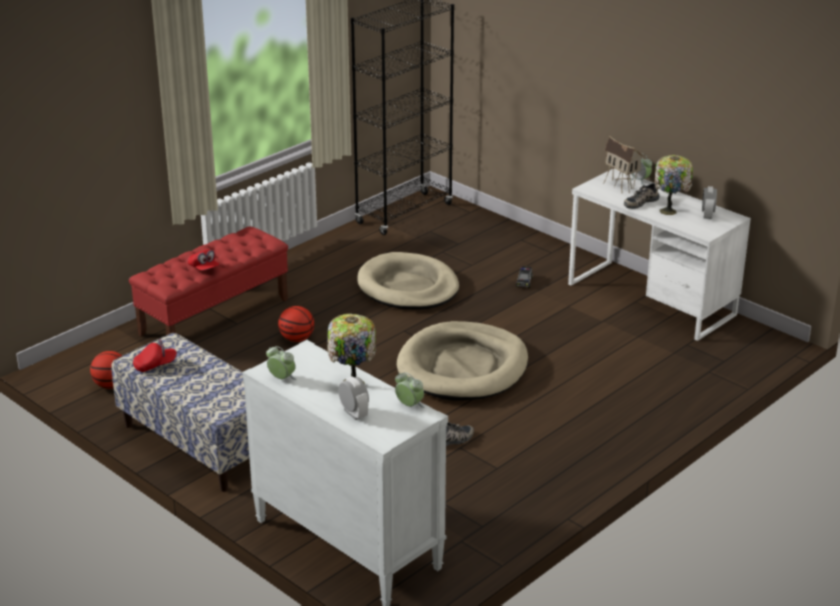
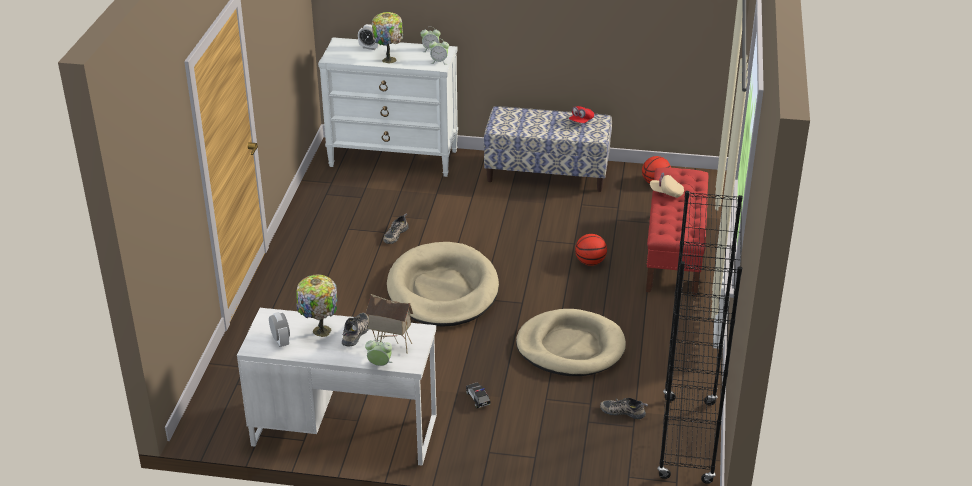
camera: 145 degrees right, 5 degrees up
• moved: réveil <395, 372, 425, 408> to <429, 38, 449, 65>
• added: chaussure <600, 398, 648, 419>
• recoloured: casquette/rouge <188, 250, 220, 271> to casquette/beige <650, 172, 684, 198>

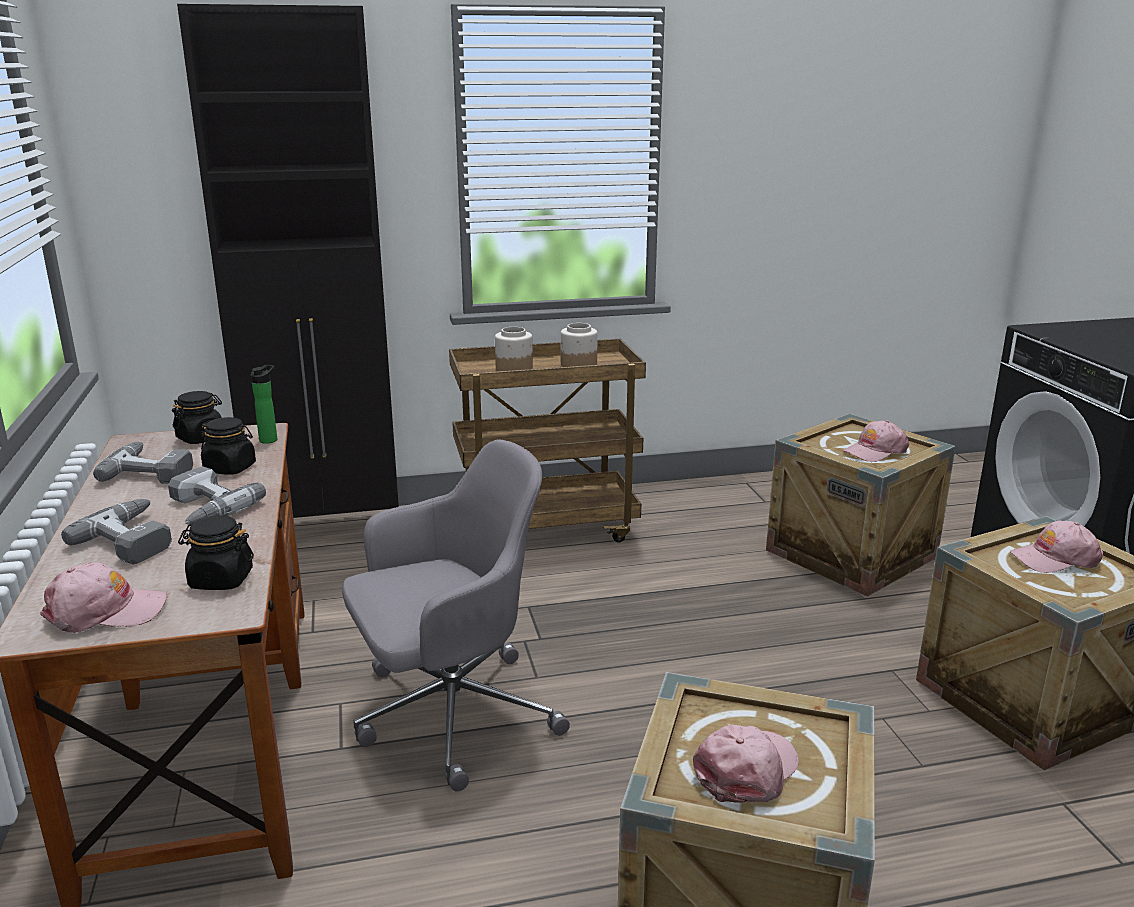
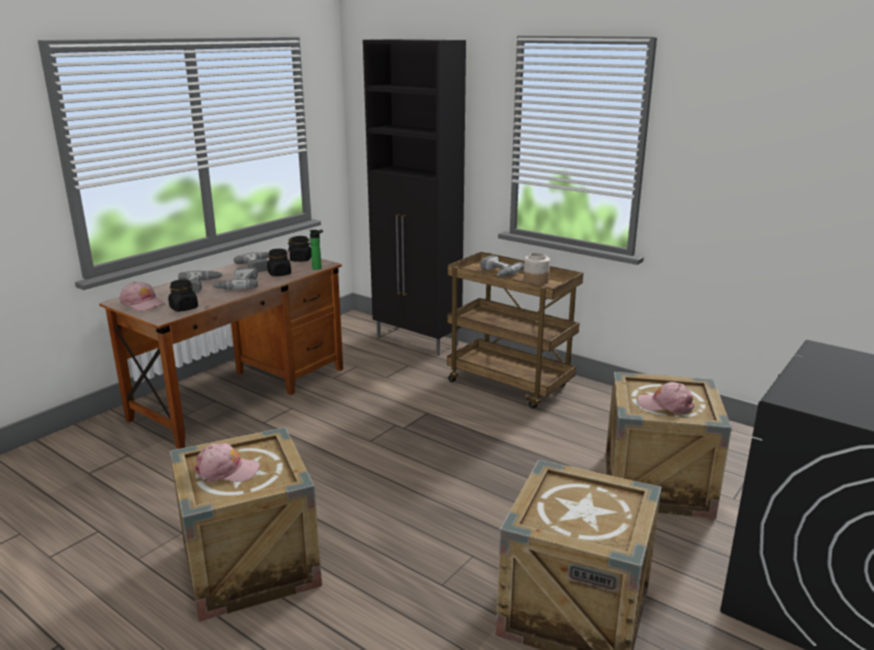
camera: 50 degrees right, 0 degrees up
• replaced: bocal <495, 327, 533, 371> to perceuse <481, 255, 524, 277>
• removed: chaise de bureau/gris <342, 439, 570, 792>
• removed: casquette/rose <1010, 521, 1103, 573>

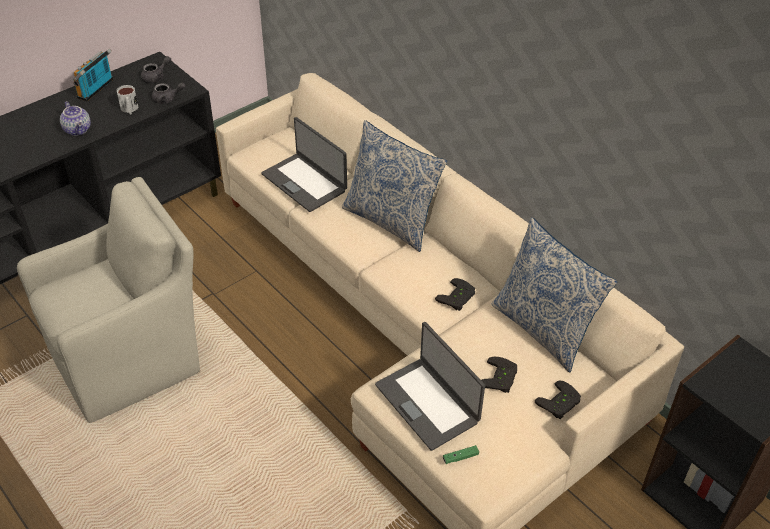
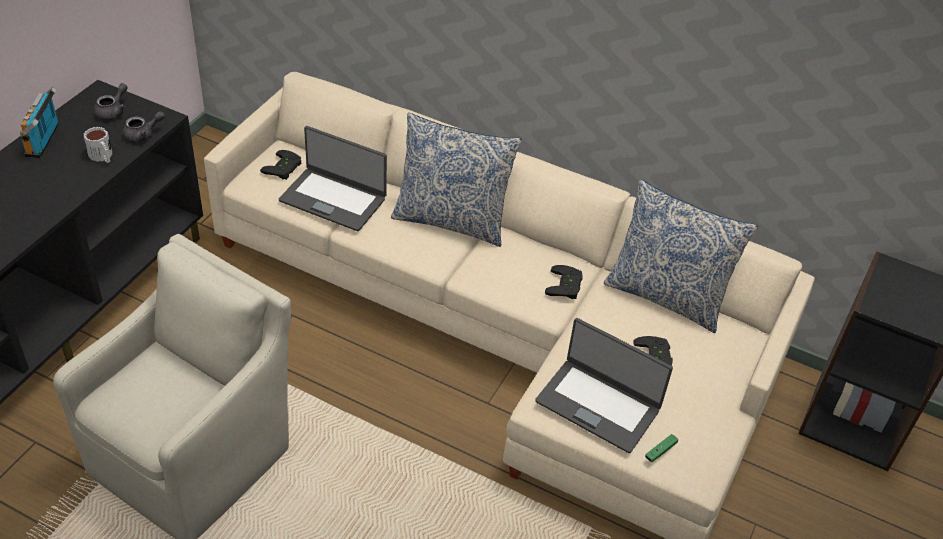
camera: 25 degrees left, 0 degrees up
• moved: manette/noir <535, 380, 581, 419> to <260, 150, 301, 180>
• removed: théière <60, 101, 91, 136>

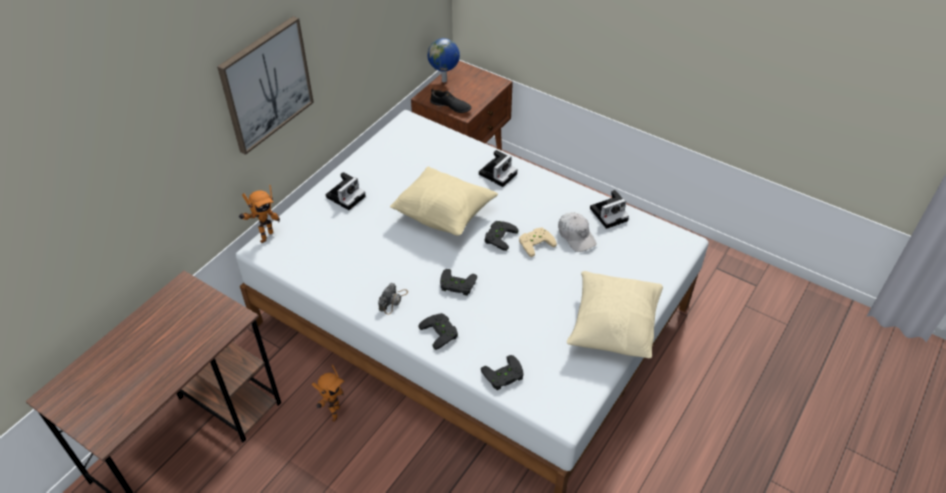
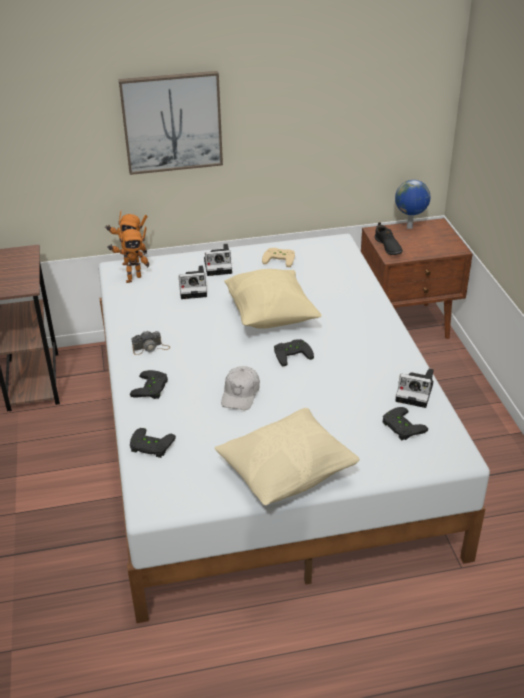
camera: 45 degrees right, 10 degrees down
• moved: robot jouet <312, 364, 345, 422> to <107, 227, 149, 283>
• moved: appareil photo <479, 150, 517, 187> to <179, 265, 207, 299>
• moved: casquette/blanc <558, 212, 597, 252> to <221, 366, 260, 410>
• moved: manette/beige <519, 227, 557, 257> to <262, 248, 295, 267>
• moved: manette/noir <440, 269, 477, 296> to <382, 407, 428, 440>

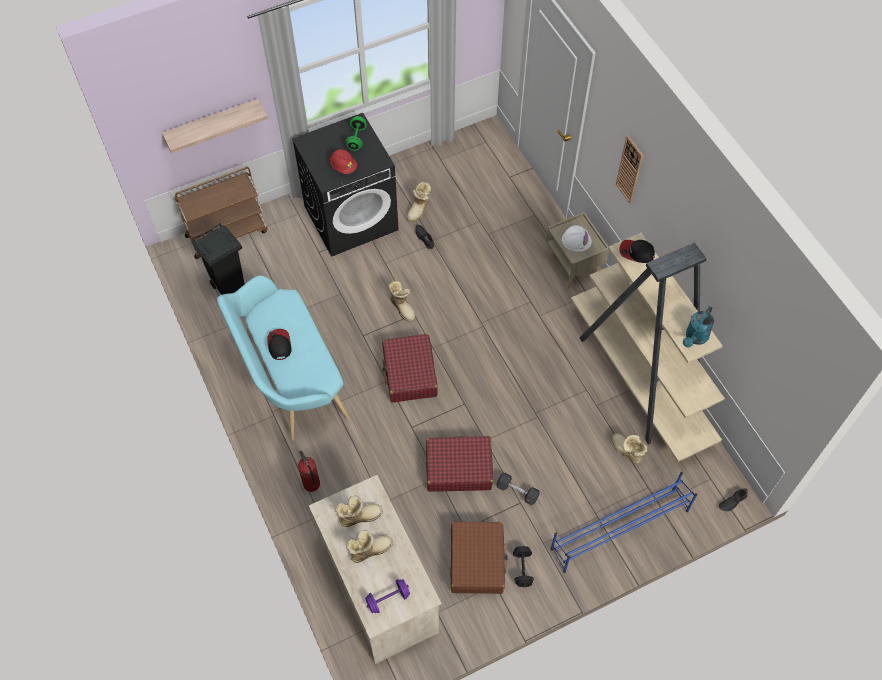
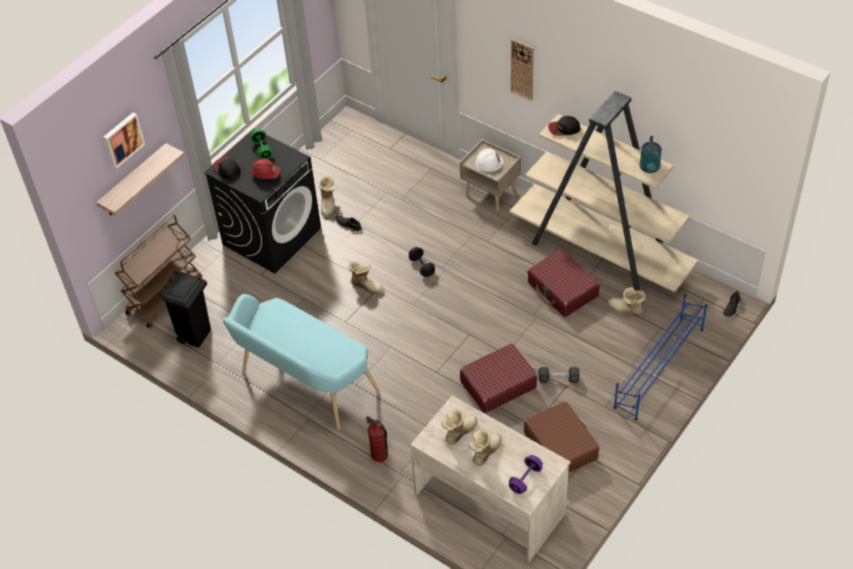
camera: 25 degrees left, 10 degrees down
• added: tableau <104, 113, 145, 169>
• moved: casquette <267, 329, 292, 360> to <213, 157, 241, 180>
• moved: haltère/noir <513, 546, 534, 587> to <409, 247, 435, 277>
• moved: valise/rouge <382, 334, 438, 403> to <527, 249, 600, 317>

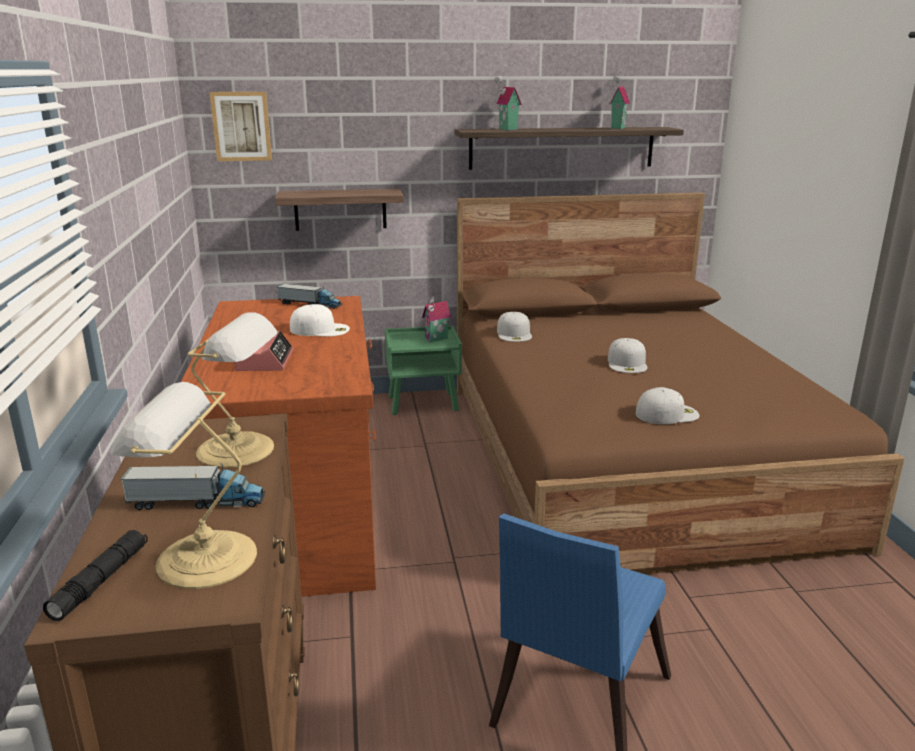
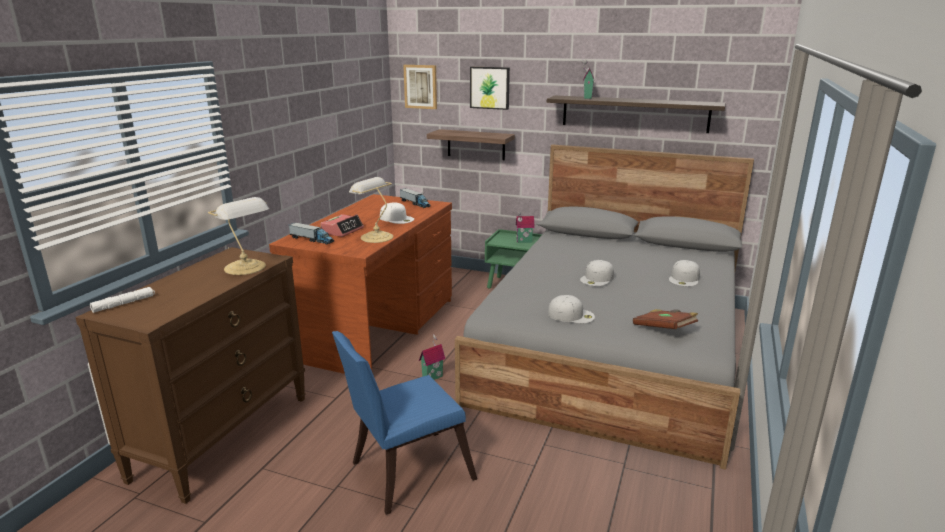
camera: 30 degrees right, 0 degrees up
• recoloured: lampe de poche/noir <43, 530, 148, 621> to lampe de poche/blanc <90, 287, 155, 313>
• moved: camion jouet <121, 463, 265, 510> to <289, 223, 334, 245>
• moved: lampe de table <110, 382, 257, 589> to <349, 177, 393, 243>
• moved: maison miniature <610, 75, 630, 129> to <419, 335, 445, 380>
• recoloured: lit/marron <457, 193, 904, 574> to lit/gris <455, 145, 754, 470>
• added: tableau <470, 67, 510, 110>
• added: livre/marron <633, 309, 698, 329>
• moved: casquette/blanc <497, 312, 532, 342> to <669, 260, 700, 287>

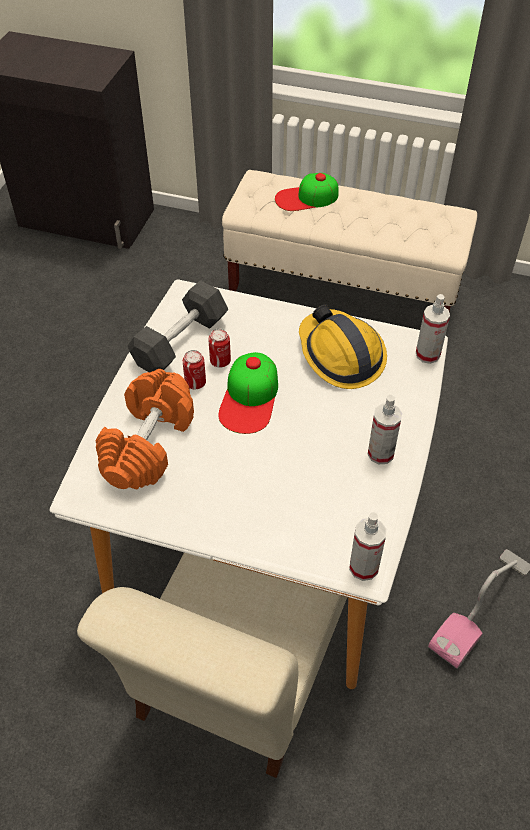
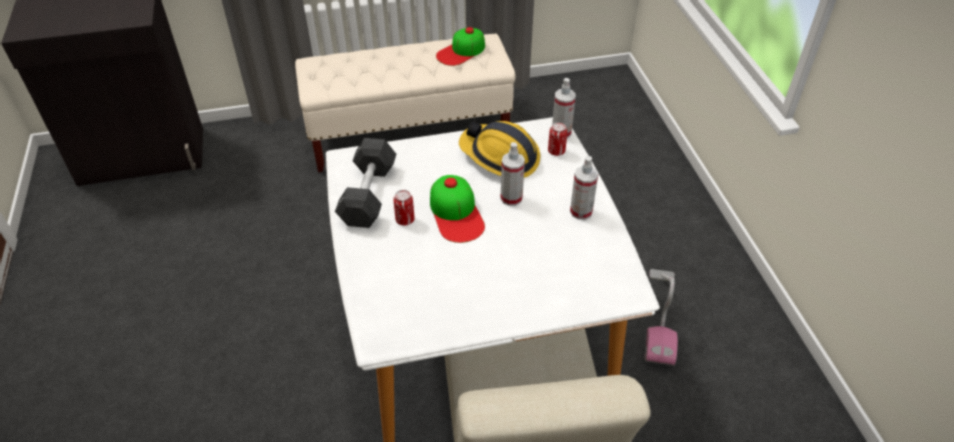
camera: 30 degrees left, 5 degrees down
• moved: casquette <275, 173, 338, 211> to <436, 27, 485, 66>
• moved: vaporisateur <349, 512, 386, 581> to <501, 142, 525, 206>
• moved: boîte métallique <208, 329, 231, 368> to <548, 122, 567, 156>
• removed: haltère/orange <96, 369, 194, 490>

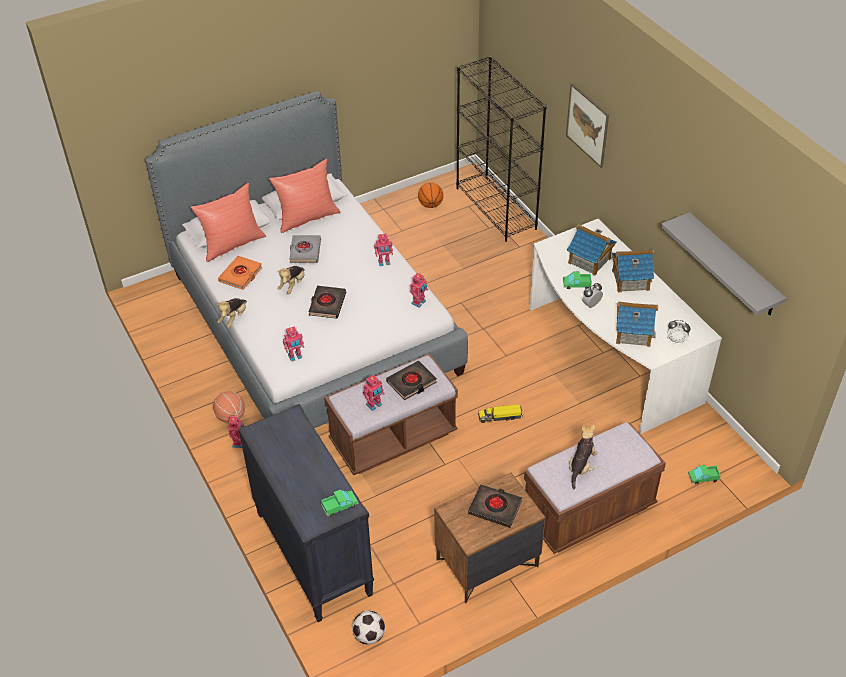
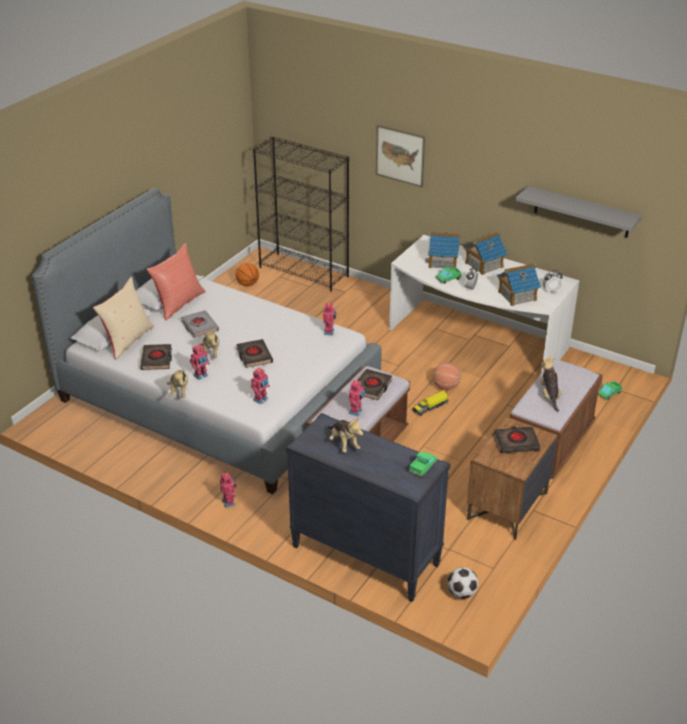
camera: 30 degrees left, 10 degrees down
• recoloured: coussin/rouge <190, 183, 266, 262> to coussin/beige <93, 277, 155, 360>
• recoloured: livre/orange <218, 256, 262, 290> to livre/noir <140, 344, 172, 370>
• moved: robot jouet <374, 233, 393, 266> to <190, 344, 210, 380>
• added: peluche <328, 418, 363, 452>
• moved: ballon de basket <213, 391, 245, 423> to <433, 362, 460, 390>

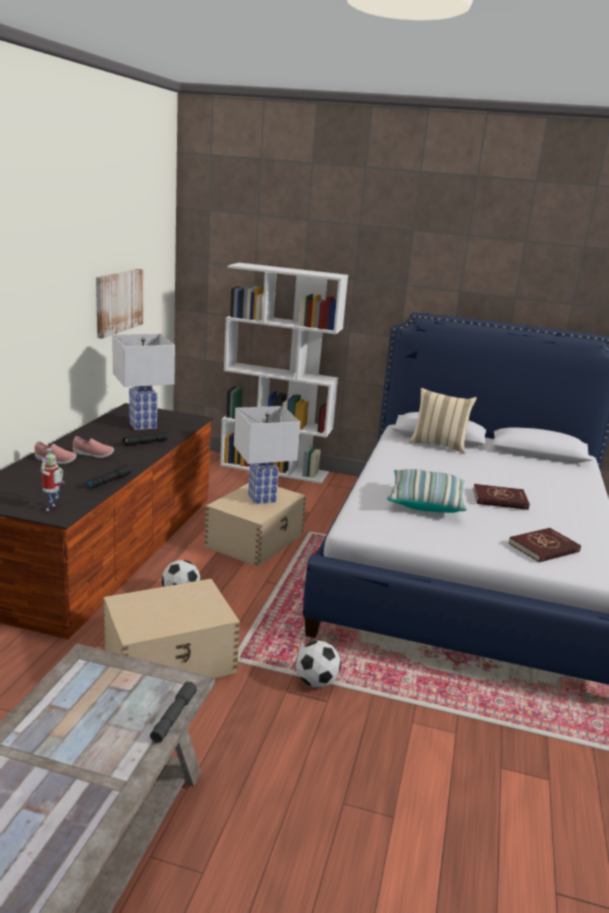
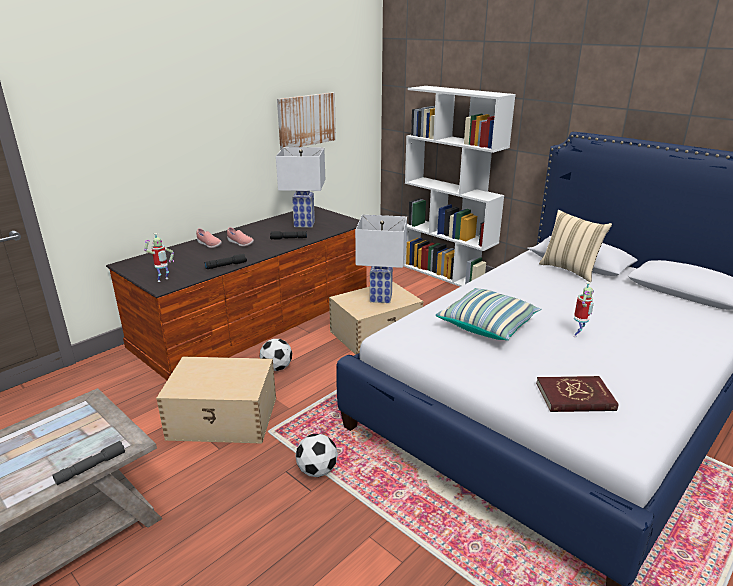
camera: 30 degrees right, 5 degrees up
• replaced: livre/rouge <473, 484, 530, 510> to robot jouet <573, 282, 594, 338>

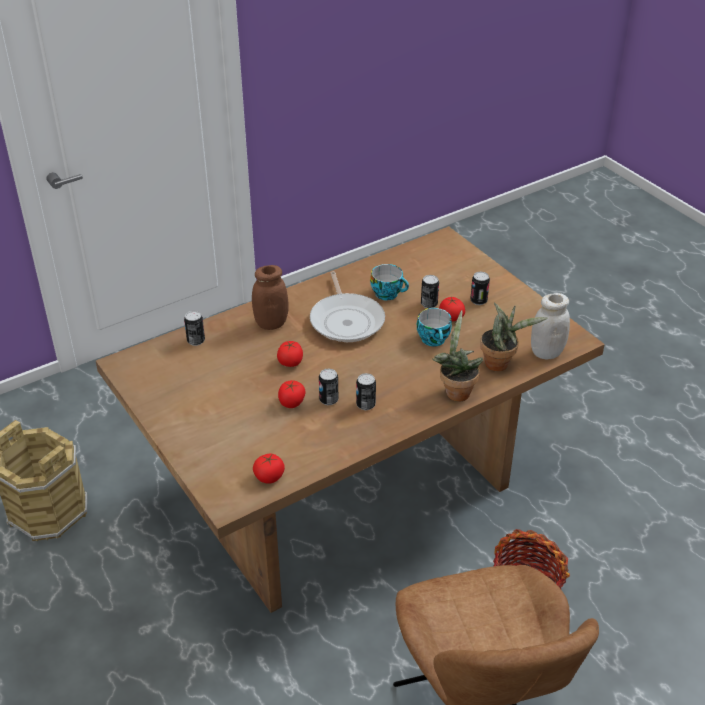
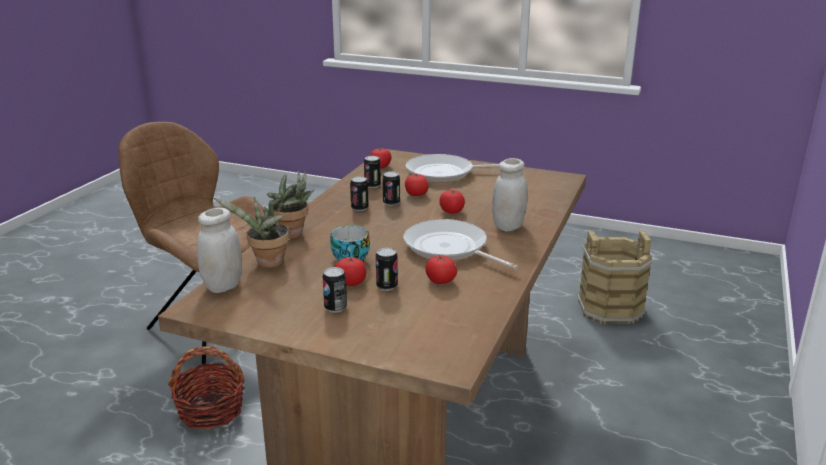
camera: 145 degrees right, 15 degrees down
• moved: boîte métallique <184, 311, 205, 346> to <364, 156, 381, 188>
• added: poêle <406, 154, 499, 183>
• replaced: tasse <370, 264, 409, 300> to tomate <425, 255, 457, 284>
• recoloured: bocal/marron <252, 265, 289, 330> to bocal/blanc <492, 158, 528, 231>

